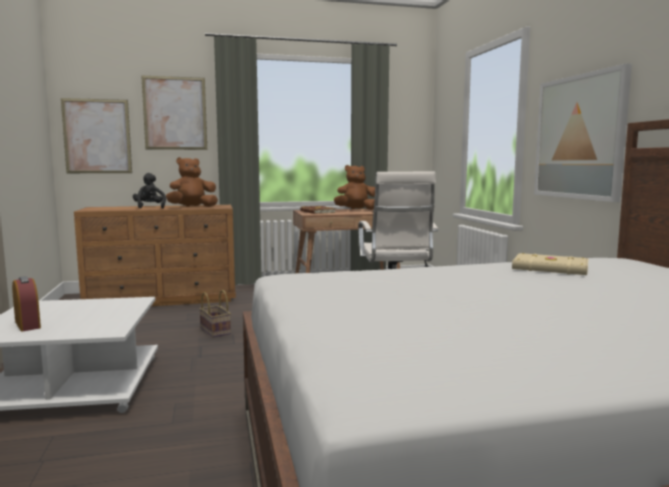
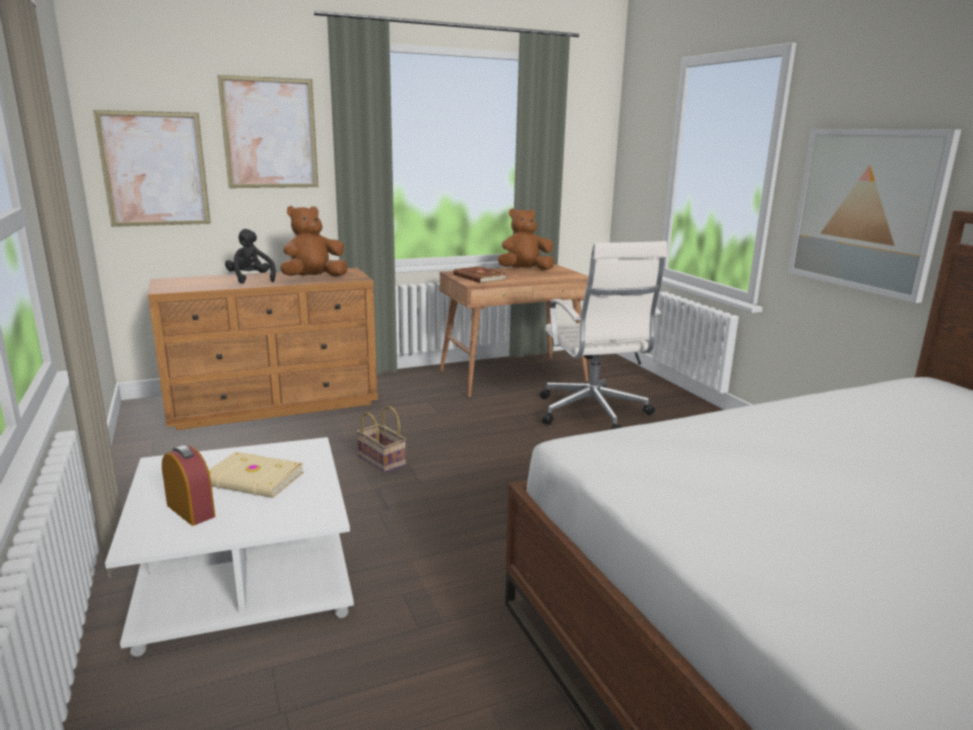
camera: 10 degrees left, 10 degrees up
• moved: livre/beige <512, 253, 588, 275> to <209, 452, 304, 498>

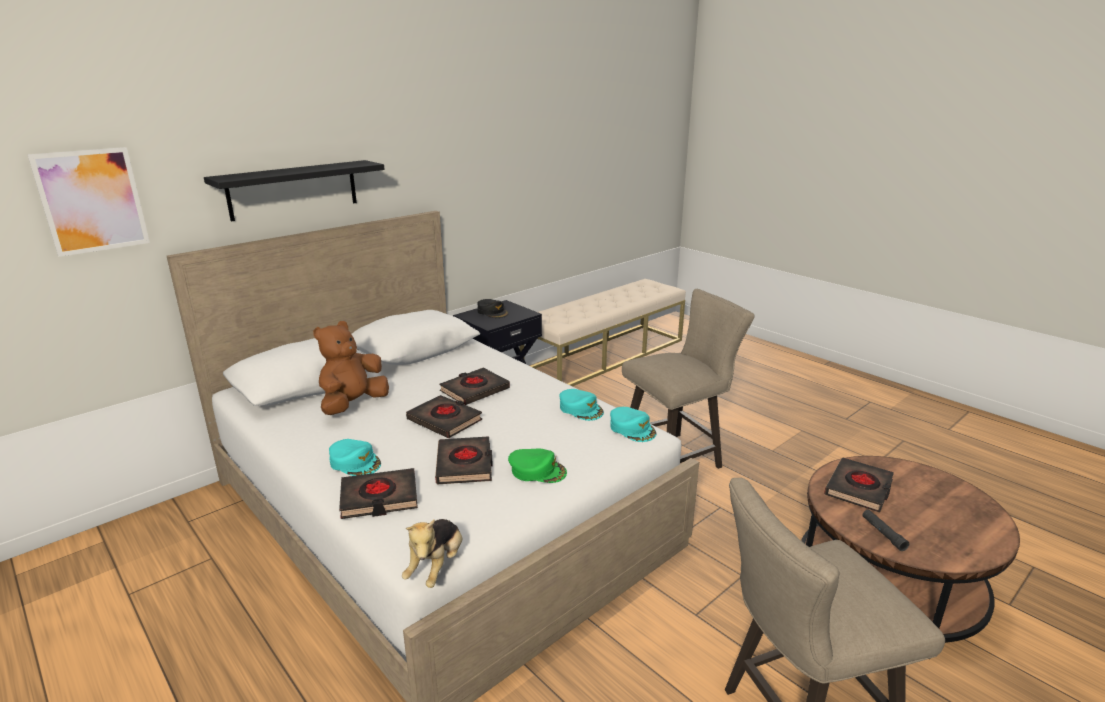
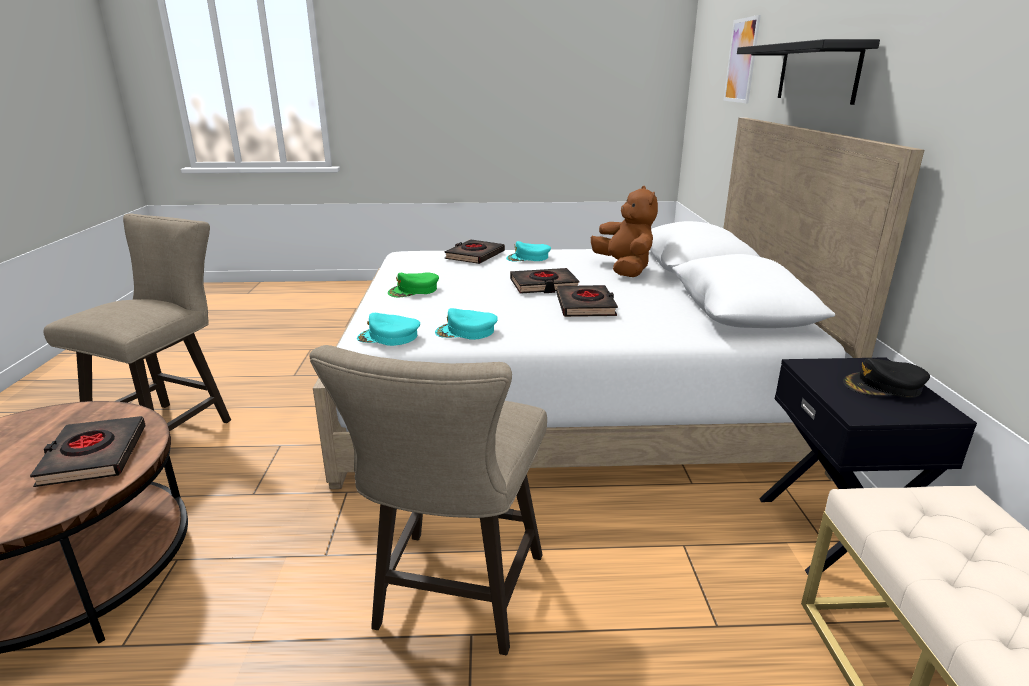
camera: 130 degrees right, 0 degrees up
• removed: peluche <402, 519, 462, 588>
• removed: livre/noir <435, 436, 493, 484>
• removed: lampe de poche/noir <862, 510, 909, 551>

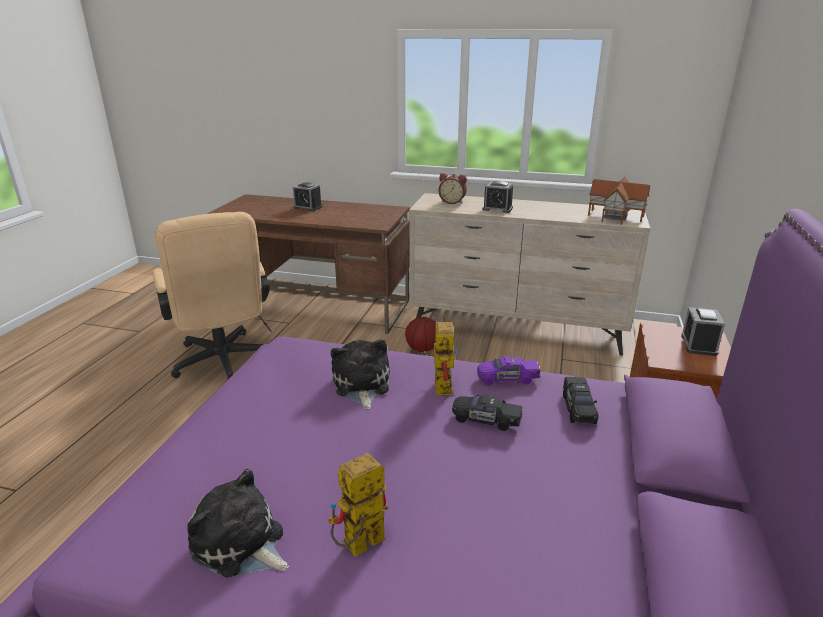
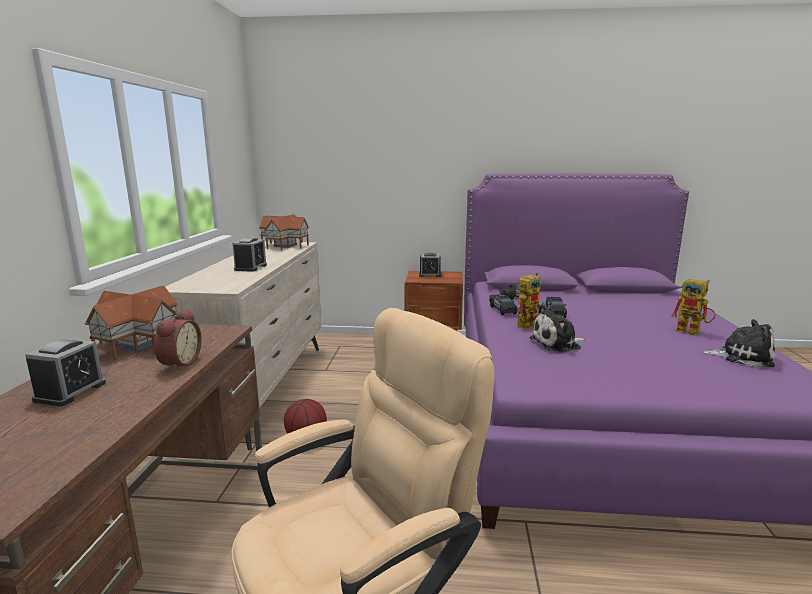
camera: 100 degrees left, 10 degrees down
• added: maison miniature <85, 286, 178, 360>
• moved: réveil <438, 173, 467, 204> to <154, 309, 202, 372>
• recoloured: petite voiture/violet <477, 356, 540, 386> to petite voiture/noir <489, 294, 518, 315>
• turned: robot jouet <423, 316, 458, 395> = <517, 272, 545, 330> 150 degrees clockwise
• turned: peluche <187, 469, 289, 578> = <702, 319, 776, 367> 90 degrees counterclockwise

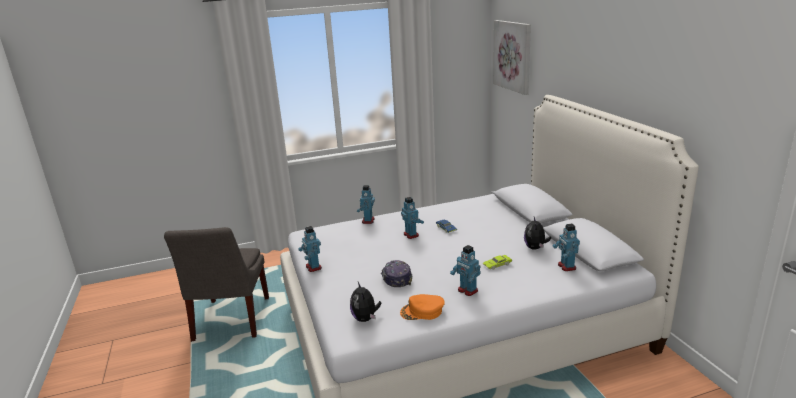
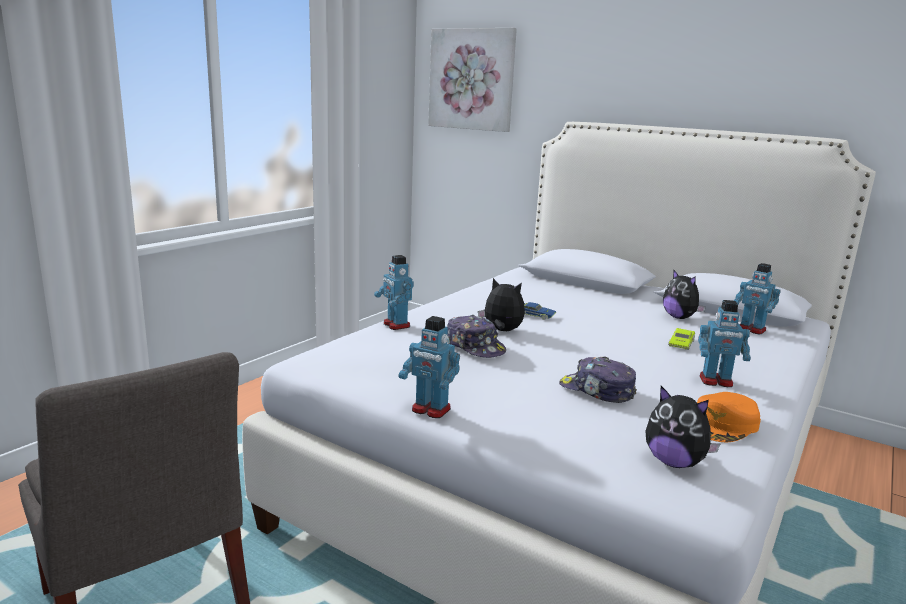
camera: 40 degrees left, 5 degrees down
• added: casquette <447, 315, 506, 358>
• replaced: robot jouet <401, 197, 424, 239> to peluche <478, 278, 525, 331>

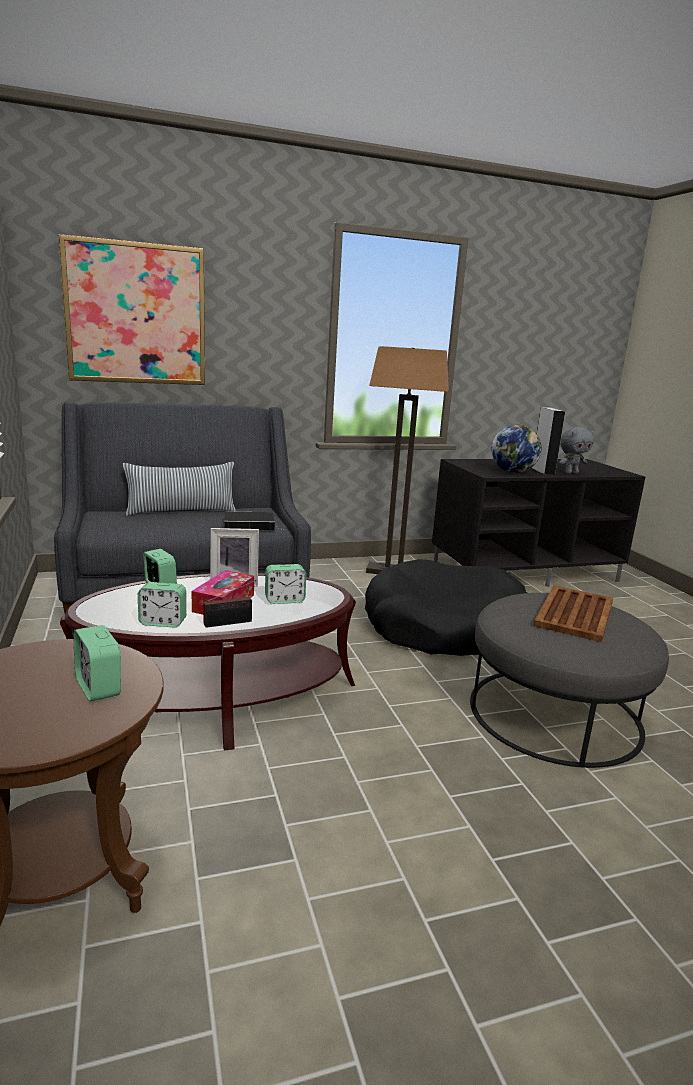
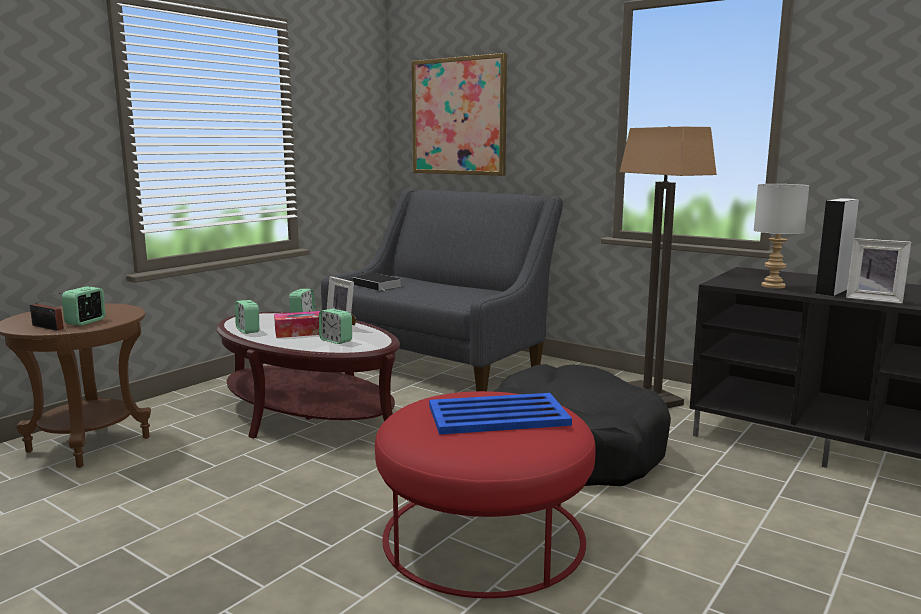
camera: 55 degrees right, 5 degrees down
• moved: radio <203, 580, 256, 628> to <30, 293, 64, 331>
• moved: livre <224, 511, 283, 531> to <353, 274, 402, 291>
• recoloured: pouf/gris <470, 593, 669, 768> to pouf/rouge <375, 391, 596, 598>
• recoloured: plateau/marron <534, 586, 613, 642> to plateau/bleu <429, 393, 572, 435>
• replaced: globe <492, 425, 541, 473> to lampe de table/gris <754, 184, 809, 289>
• replaced: peluche/gris <559, 427, 594, 474> to cadre photo <846, 238, 911, 304>
• removed: coussin <122, 462, 236, 516>

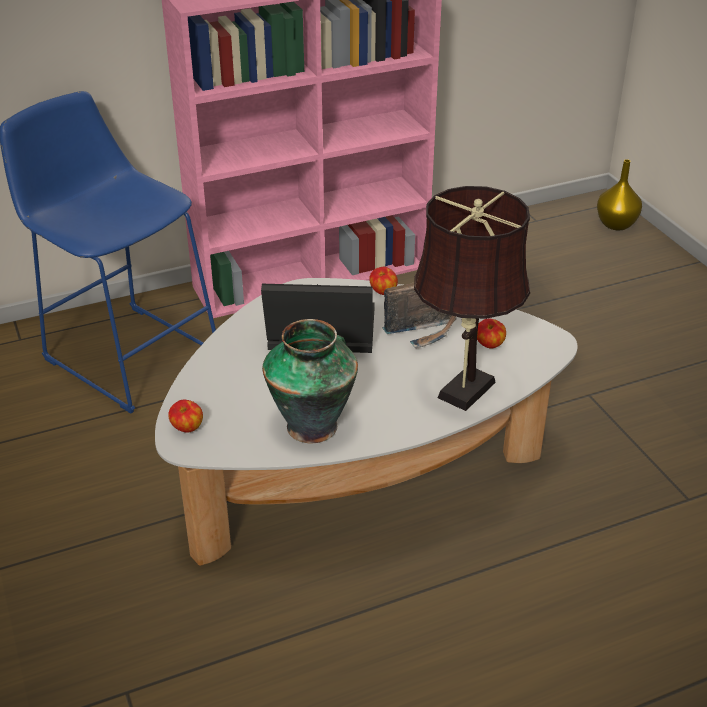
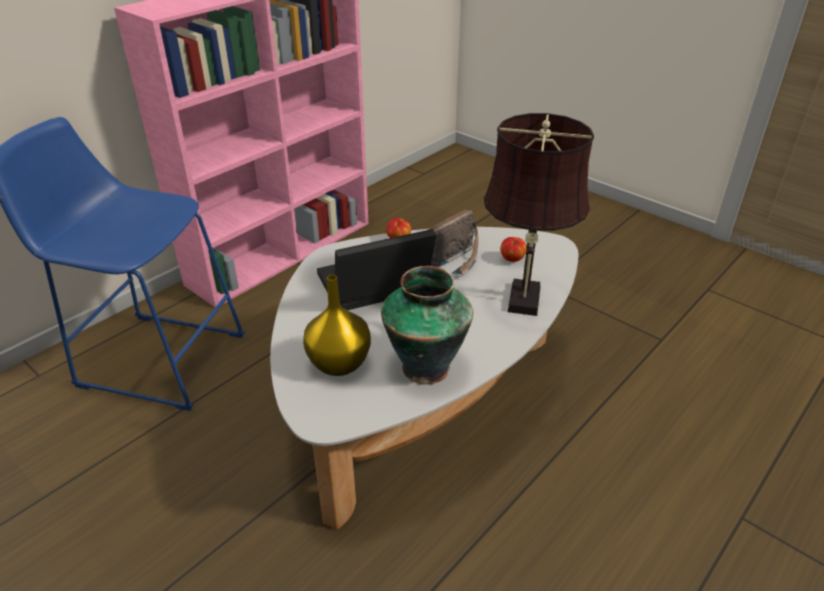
camera: 25 degrees left, 0 degrees up
• moved: vase/jaune <597, 159, 642, 231> to <303, 275, 371, 376>
• removed: pomme <168, 400, 203, 433>

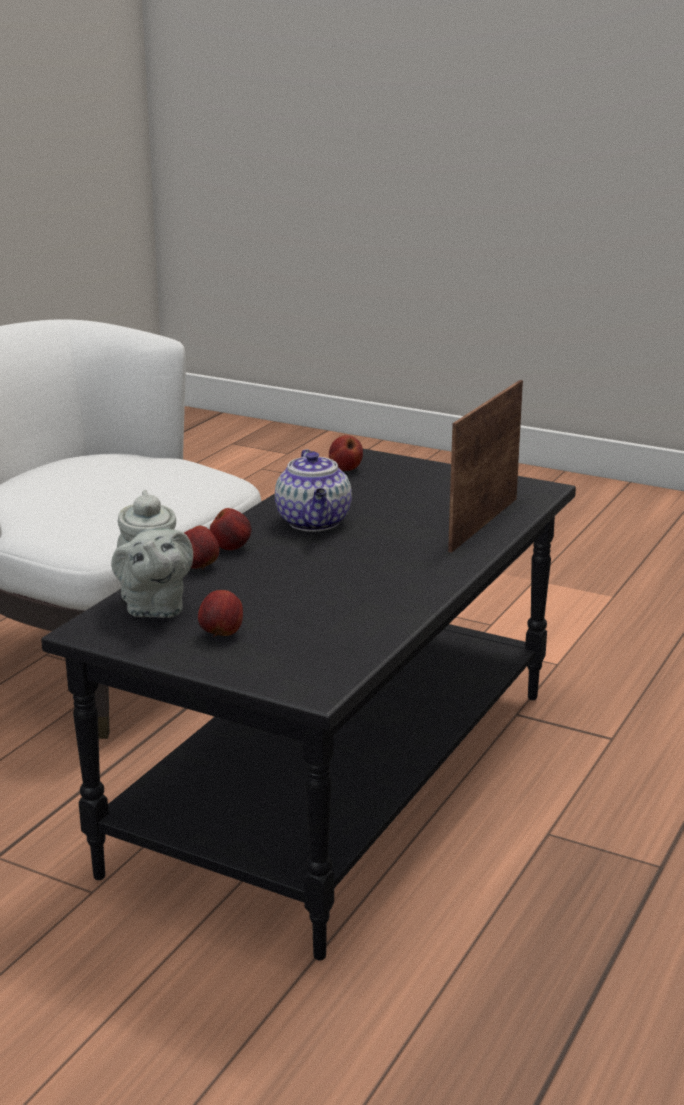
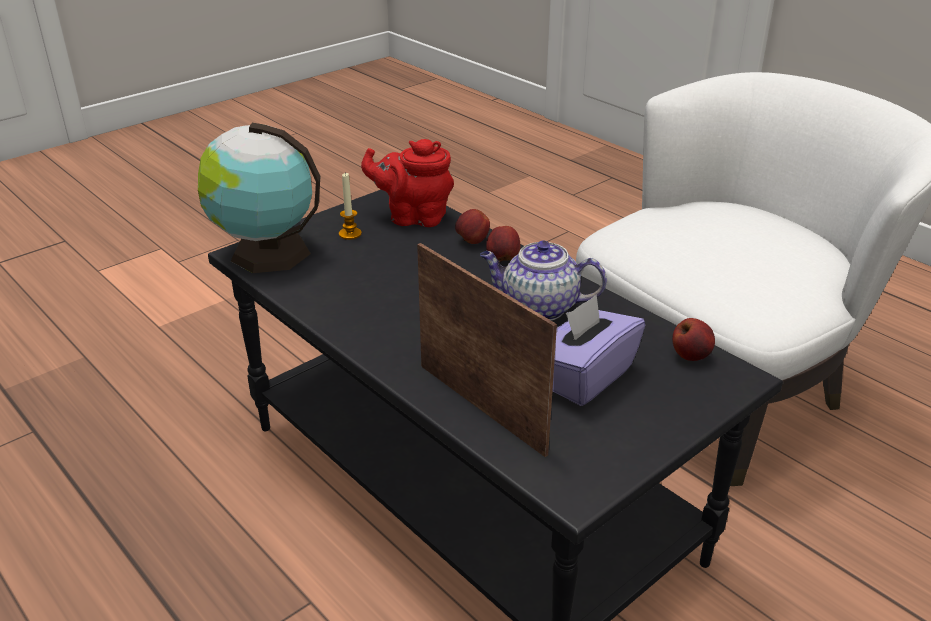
camera: 110 degrees right, 10 degrees up
• added: globe <198, 123, 321, 273>
• replaced: pomme <198, 590, 243, 637> to bougie <339, 173, 362, 240>
• recoloured: théière/gris <111, 490, 193, 618> to théière/rouge <361, 139, 454, 227>
• added: boîte à mouchoirs/violet <552, 295, 645, 406>

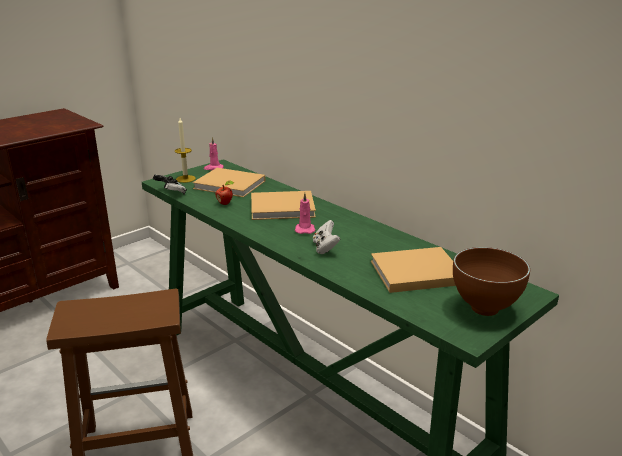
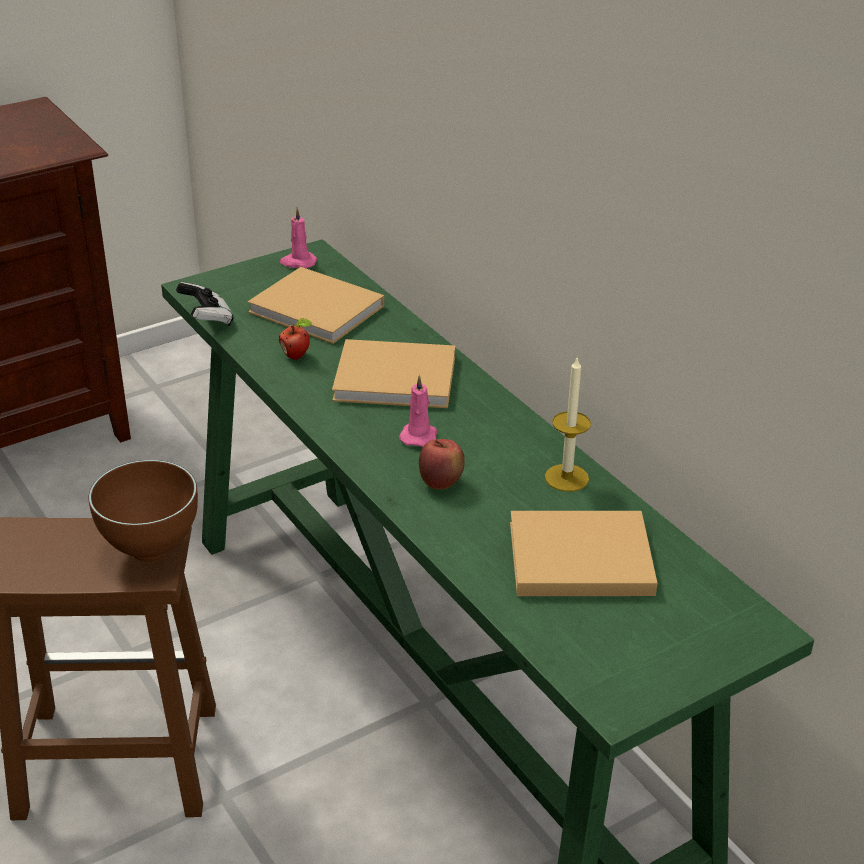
camera: 10 degrees right, 10 degrees up
• moved: bol/marron <453, 247, 530, 316> to <88, 460, 198, 562>
• replaced: manette/blanc <313, 220, 340, 254> to pomme <419, 439, 465, 490>
• moved: bougie <175, 118, 196, 183> to <545, 358, 591, 492>

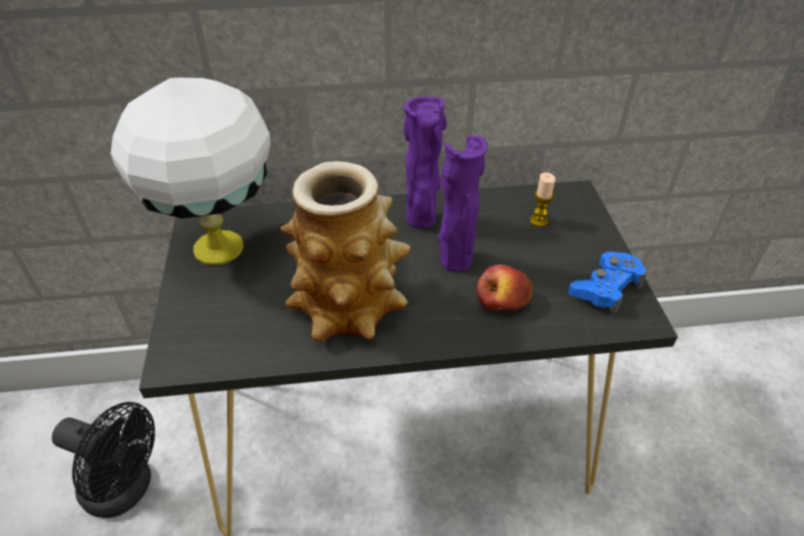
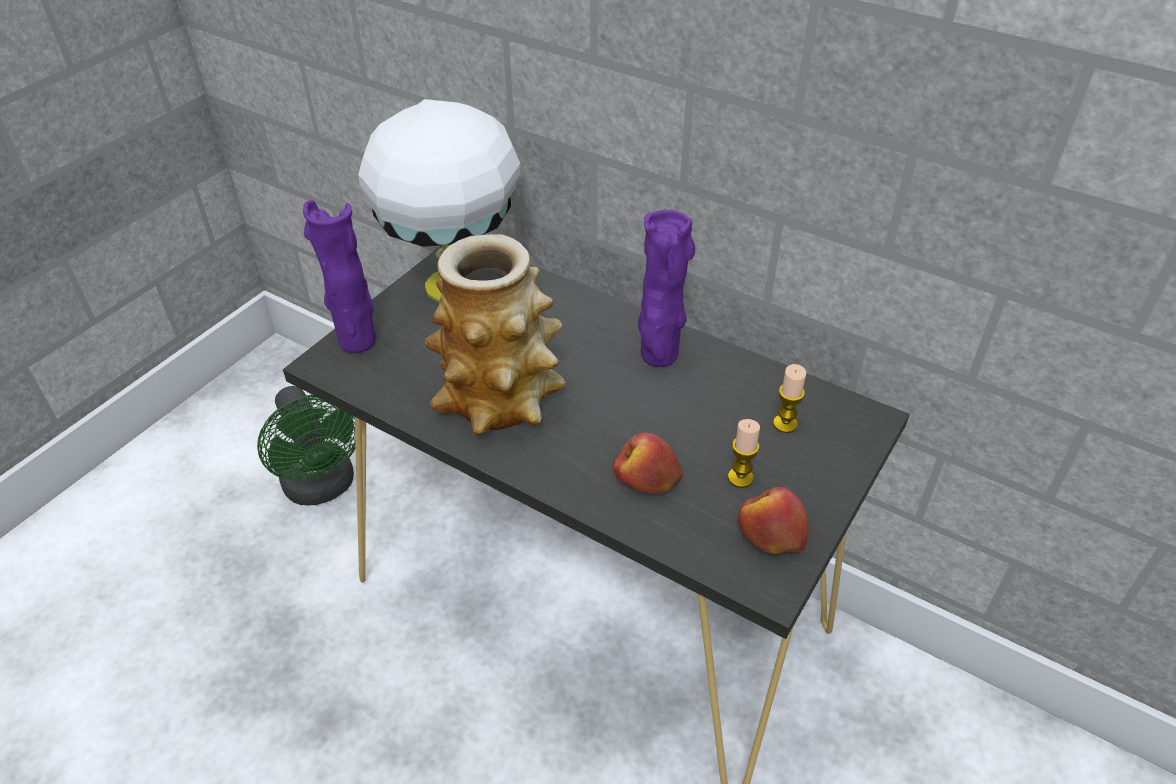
camera: 40 degrees right, 0 degrees up
• recoloured: ventilateur/noir <52, 402, 155, 518> to ventilateur/vert <257, 386, 356, 505>
• moved: vase/violet <438, 135, 488, 272> to <303, 200, 376, 353>
• added: bougie <728, 419, 760, 488>
• replaced: manette/bleu <568, 252, 647, 315> to pomme <738, 487, 809, 554>

